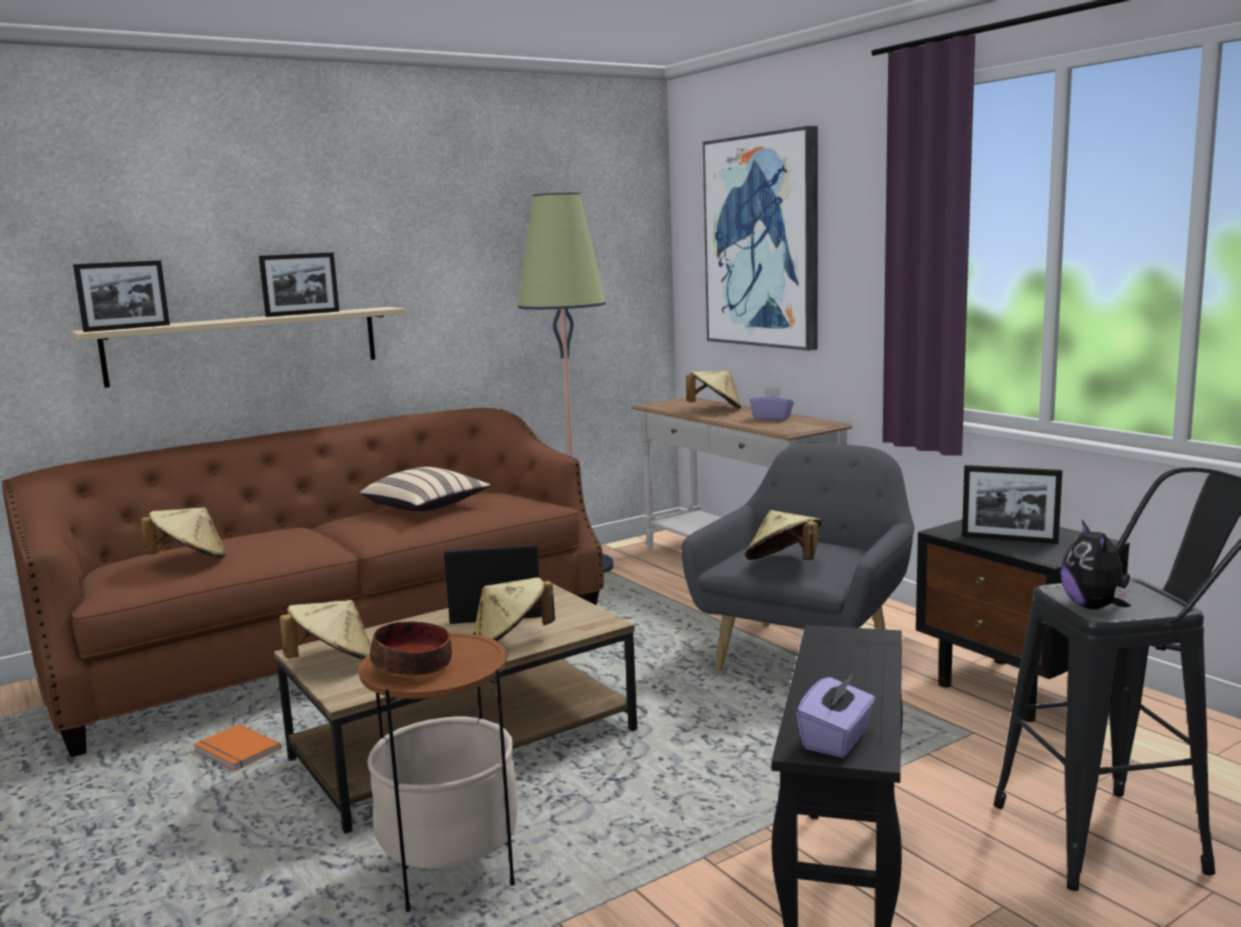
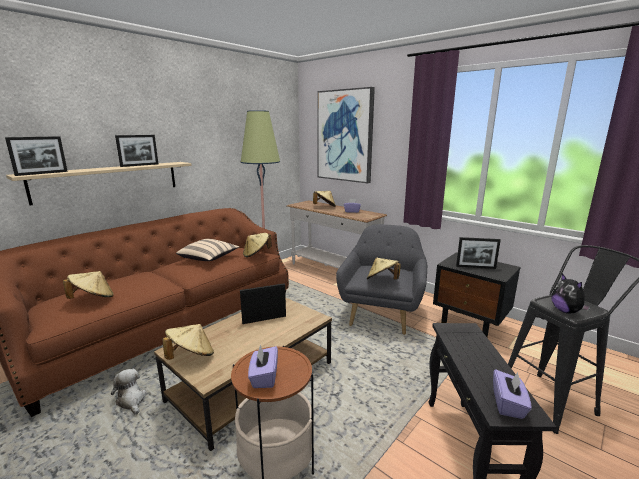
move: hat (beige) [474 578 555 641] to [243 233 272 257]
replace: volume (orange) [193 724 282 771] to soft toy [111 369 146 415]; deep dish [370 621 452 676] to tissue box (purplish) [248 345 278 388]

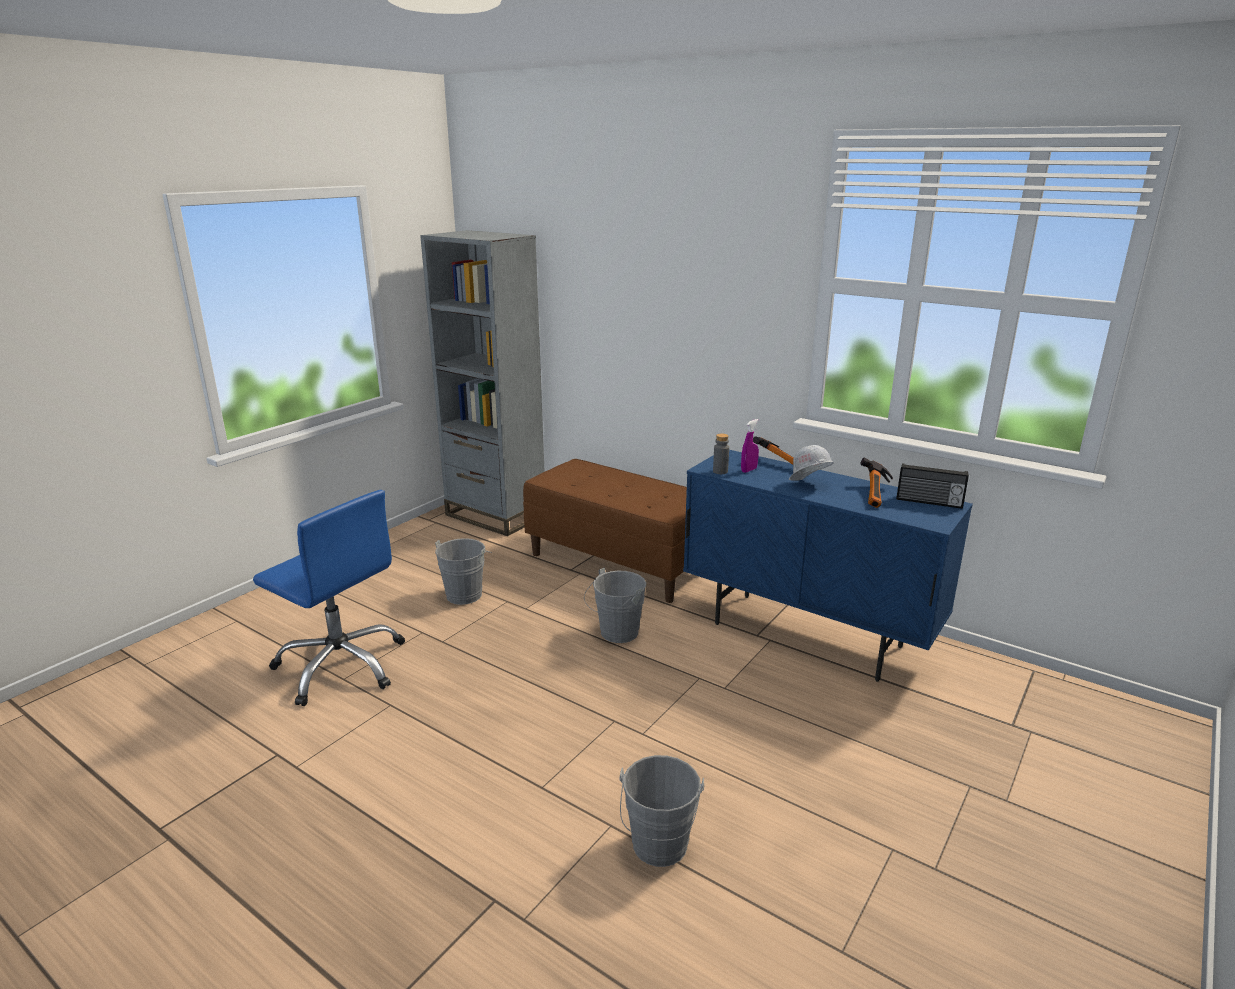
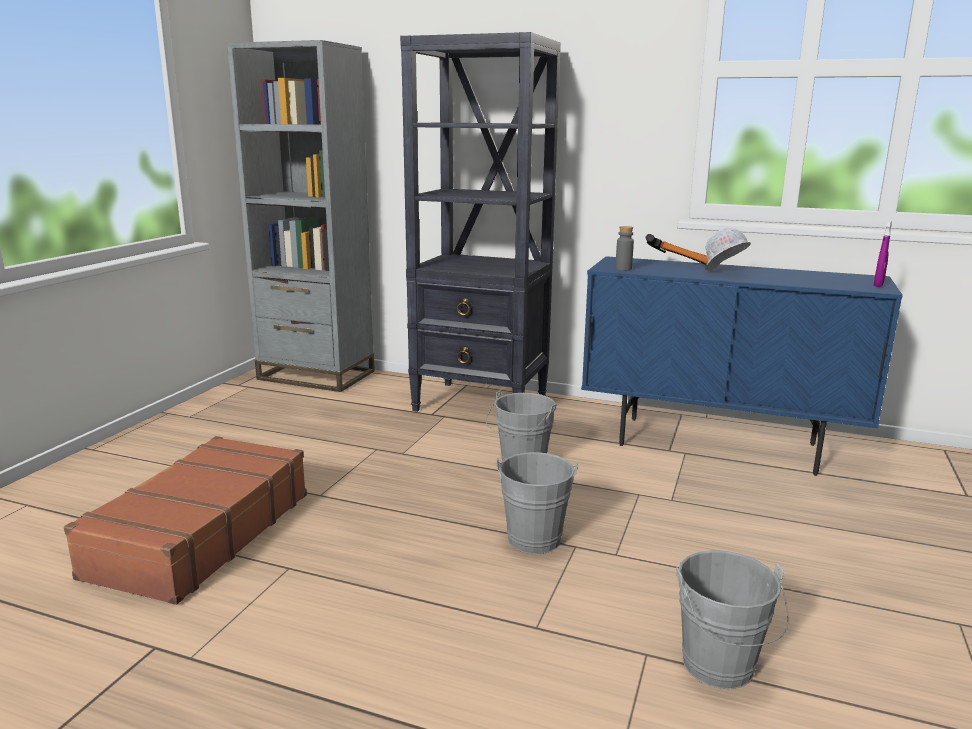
delete: tool hammer [860 458 893 508]; radio receiver [896 463 969 509]
move: water bucket (greyish) [435 538 492 605] to [496 452 578 554]; spray bottle (purplish) [741 419 759 473] to [874 221 892 287]
replace: office chair (blue) [253 490 405 706] to travel case (brownish) [64 436 307 605]; bench (brownish) [523 459 687 603] to bookshelf (blackish) [400 32 561 412]

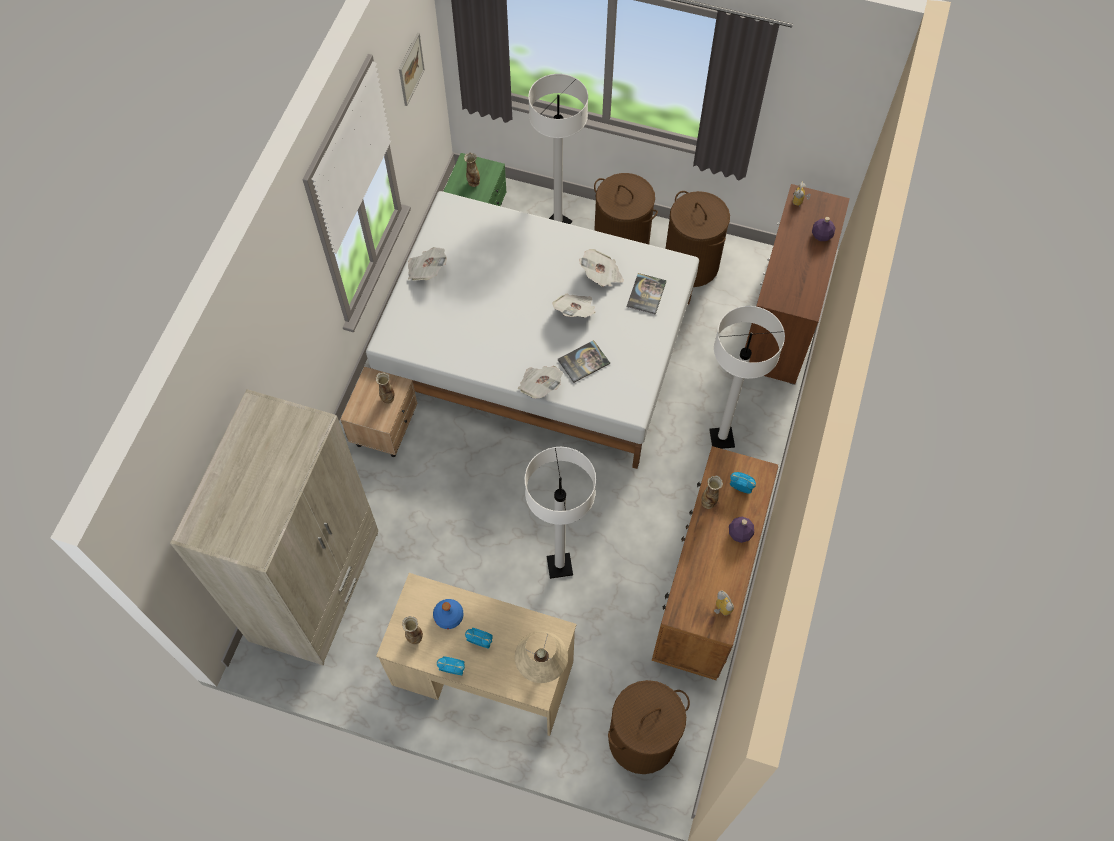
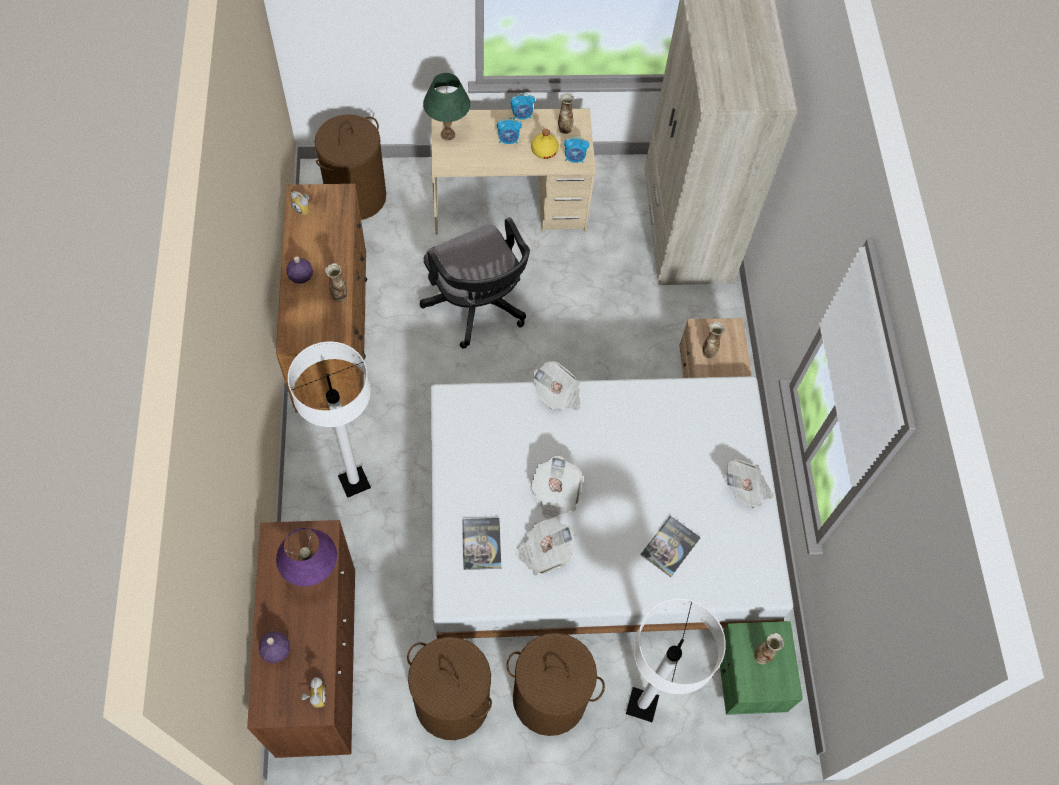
delete: wall picture [399 33 425 106]
insert: tabletop lamp (purplish) [276 528 337 586]
move: table clock [730 472 756 493] to [564 136 589 163]; volume [558 340 610 383] to [640 516 701 577]
replace: standing lamp (white) [525 447 596 579] to office chair (blackish) [419 217 530 349]
recolor: tabletop lamp (beige) [515 631 568 683] to tabletop lamp (greenish) [423 73 470 140]; bottle (blue) [433 599 463 629] to bottle (yellowish) [531 129 559 159]

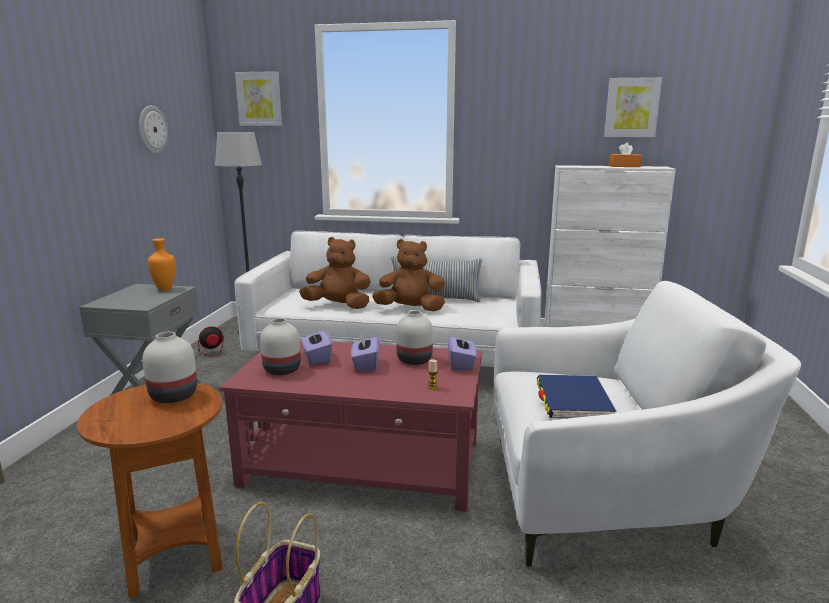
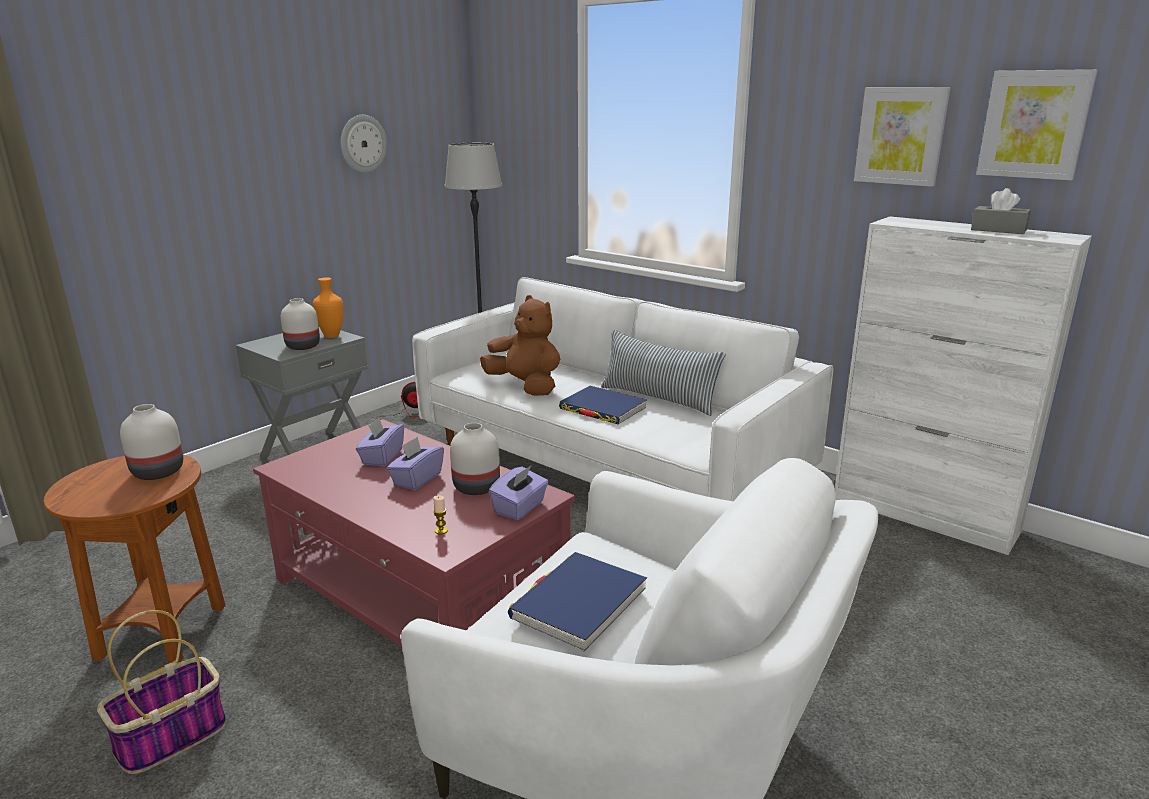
move: decorative vase (white) [260 318 301 375] to [281 298 320 350]; wall picture [235 71 282 126] to [854 87 951 187]
replace: soft toy (brownish) [372 239 445 311] to volume (blue) [559 386 647 424]
recolor: tissue box (orange) [609 143 642 167] to tissue box (greyish) [971 188 1031 234]

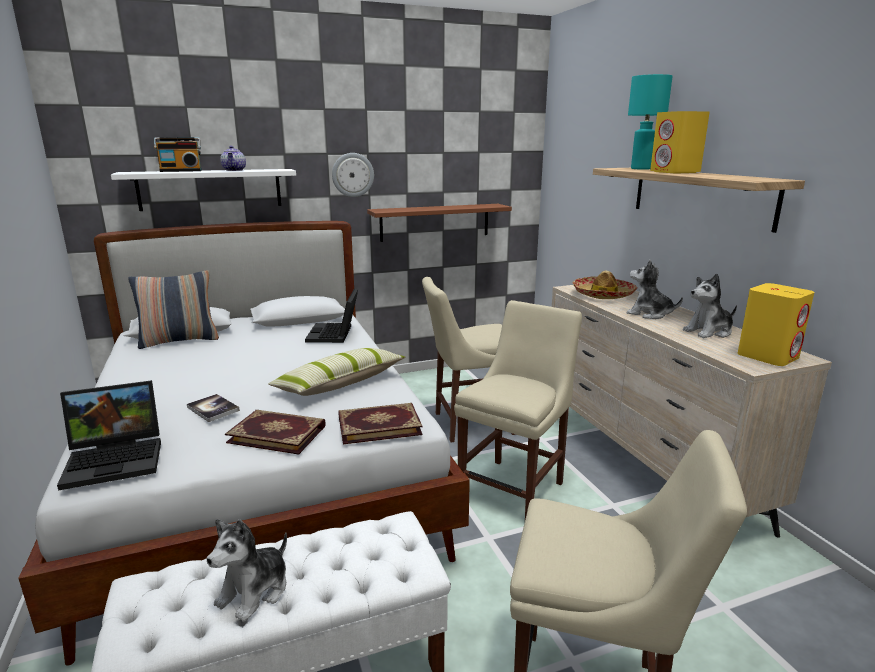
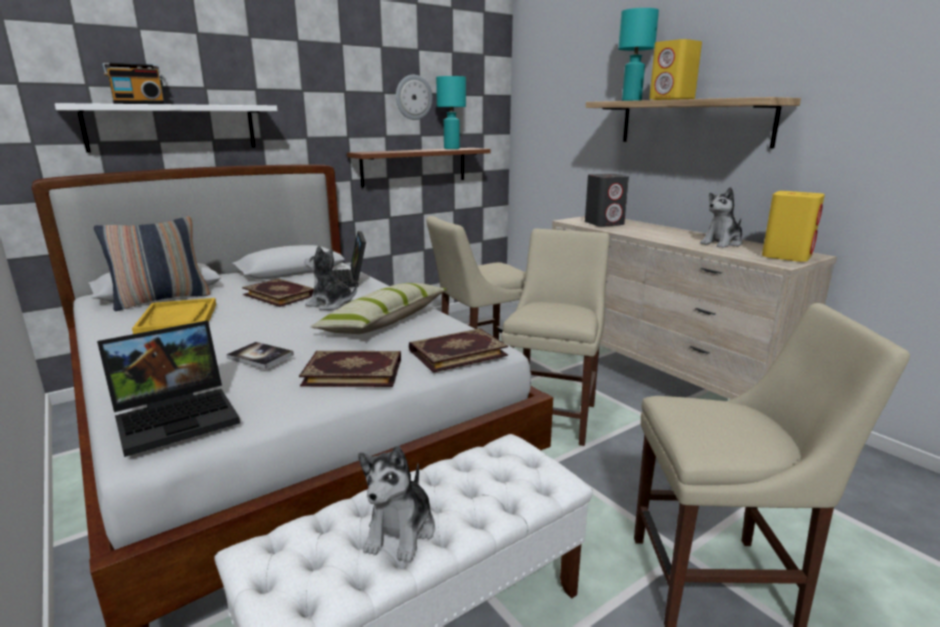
delete: teapot [220 146 246 171]
insert: serving tray (yellowish) [132 298 216 334]; volume [242 278 314 307]; tabletop lamp (blue-green) [436 76 466 149]
move: soft toy [627 260 683 319] to [304 245 357 310]; hanging clock [332 153 374 197] to [396 75 433 120]
replace: hat [573 271 638 299] to audio speaker (greyish) [585 174 629 227]

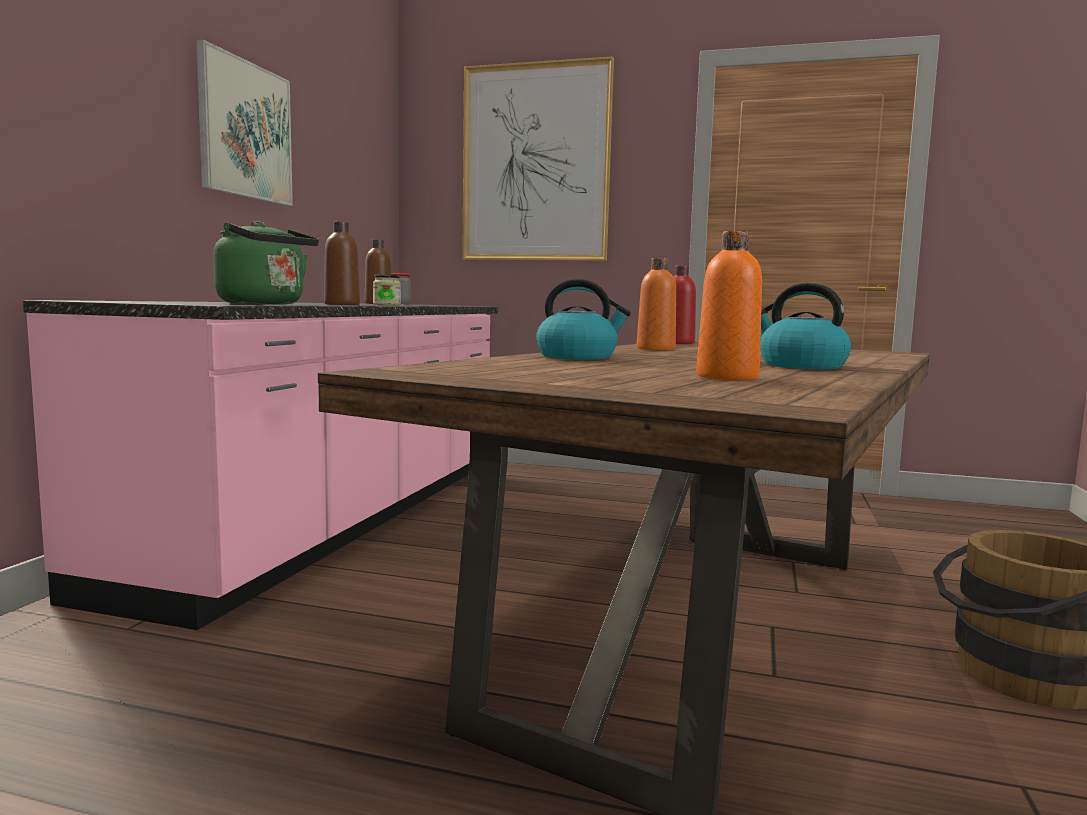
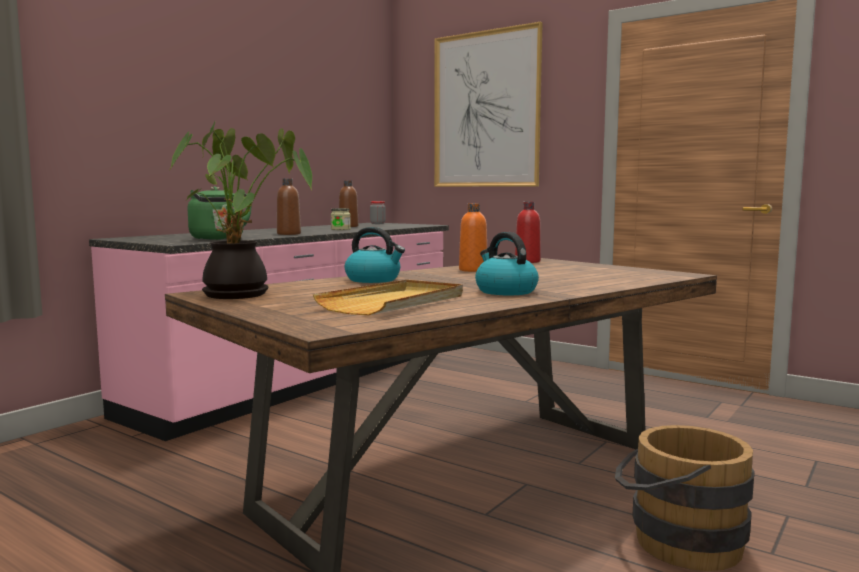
delete: wall picture [196 39 293 206]
insert: potted plant [169 121 312 299]
replace: bottle (orange) [696 231 762 380] to serving tray (beige) [313 280 463 315]

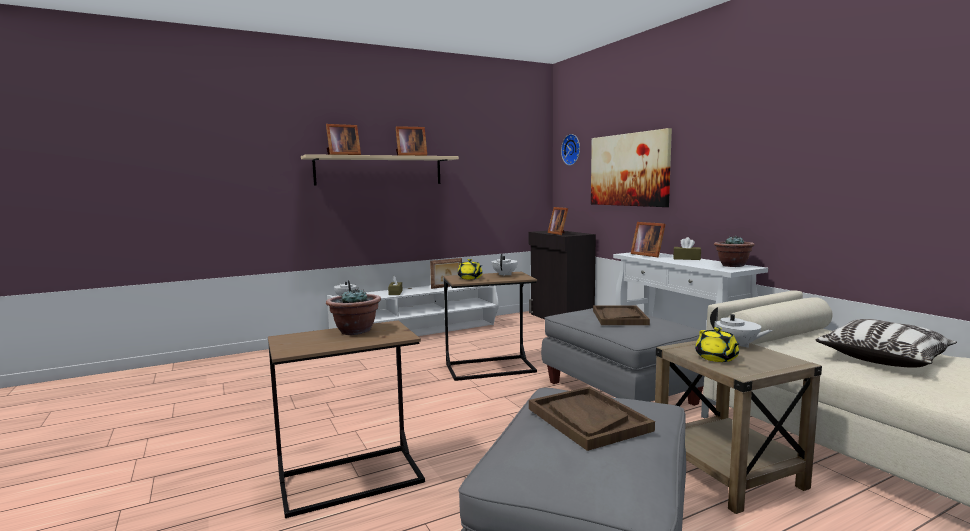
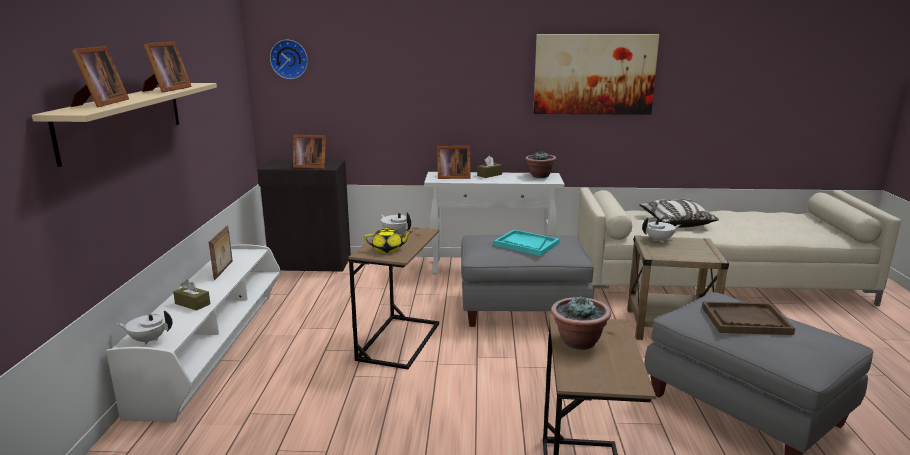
delete: teapot (yellowish) [695 327 739 362]
move: wall picture [591 128 672 207] to [533 34 659 115]
recolor: serving tray (brownish) [593 306 650 325] to serving tray (blue-green) [494 230 560 256]

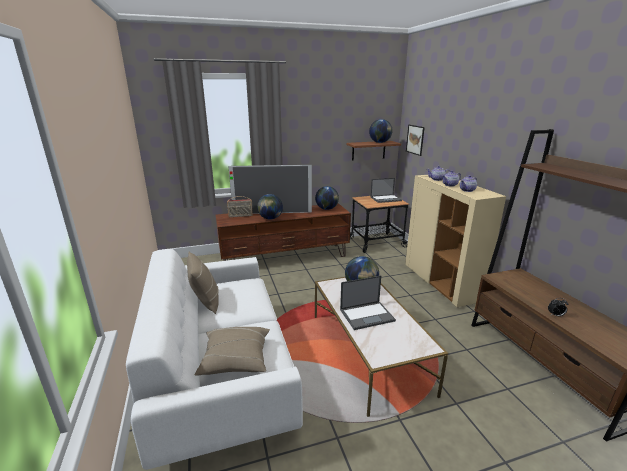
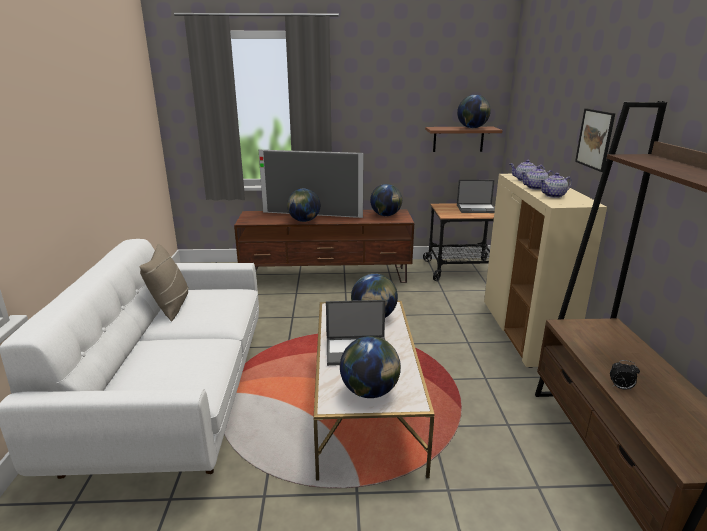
delete: cushion (beige) [195 327 270 376]; radio receiver [227 196 253 217]
insert: desk globe [340 336 401 398]
move: wall picture [406 125 425 156] to [575 109 615 172]

